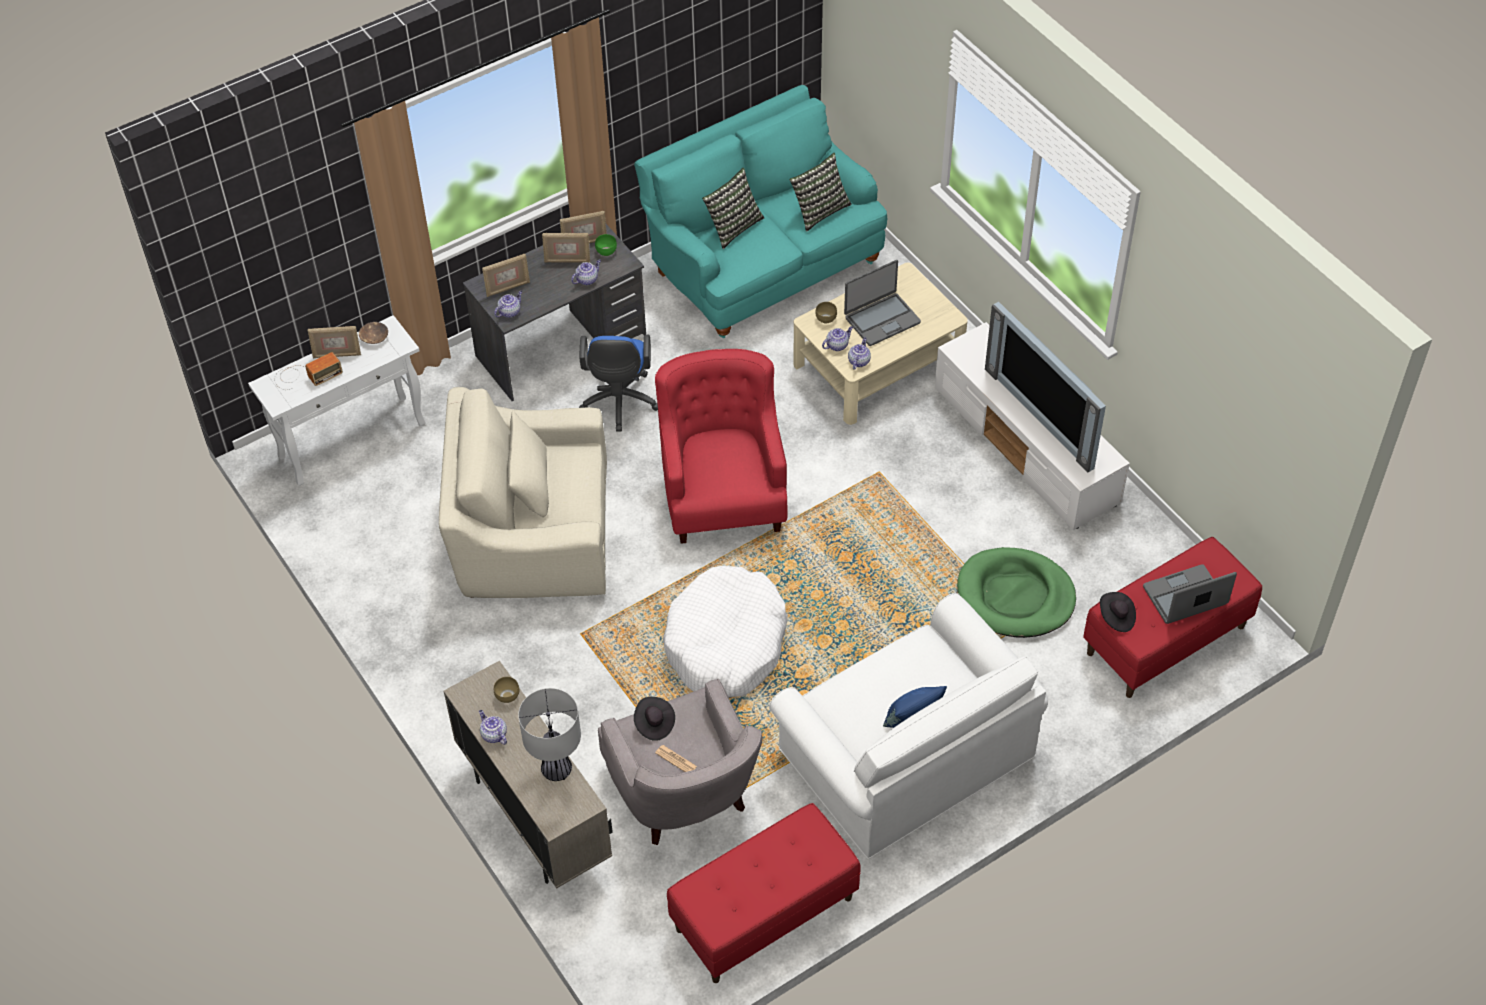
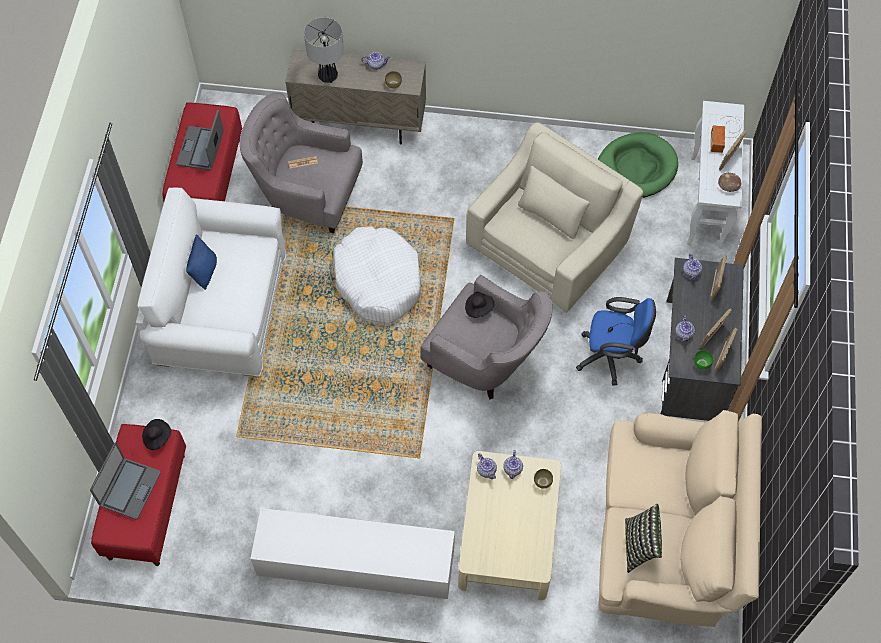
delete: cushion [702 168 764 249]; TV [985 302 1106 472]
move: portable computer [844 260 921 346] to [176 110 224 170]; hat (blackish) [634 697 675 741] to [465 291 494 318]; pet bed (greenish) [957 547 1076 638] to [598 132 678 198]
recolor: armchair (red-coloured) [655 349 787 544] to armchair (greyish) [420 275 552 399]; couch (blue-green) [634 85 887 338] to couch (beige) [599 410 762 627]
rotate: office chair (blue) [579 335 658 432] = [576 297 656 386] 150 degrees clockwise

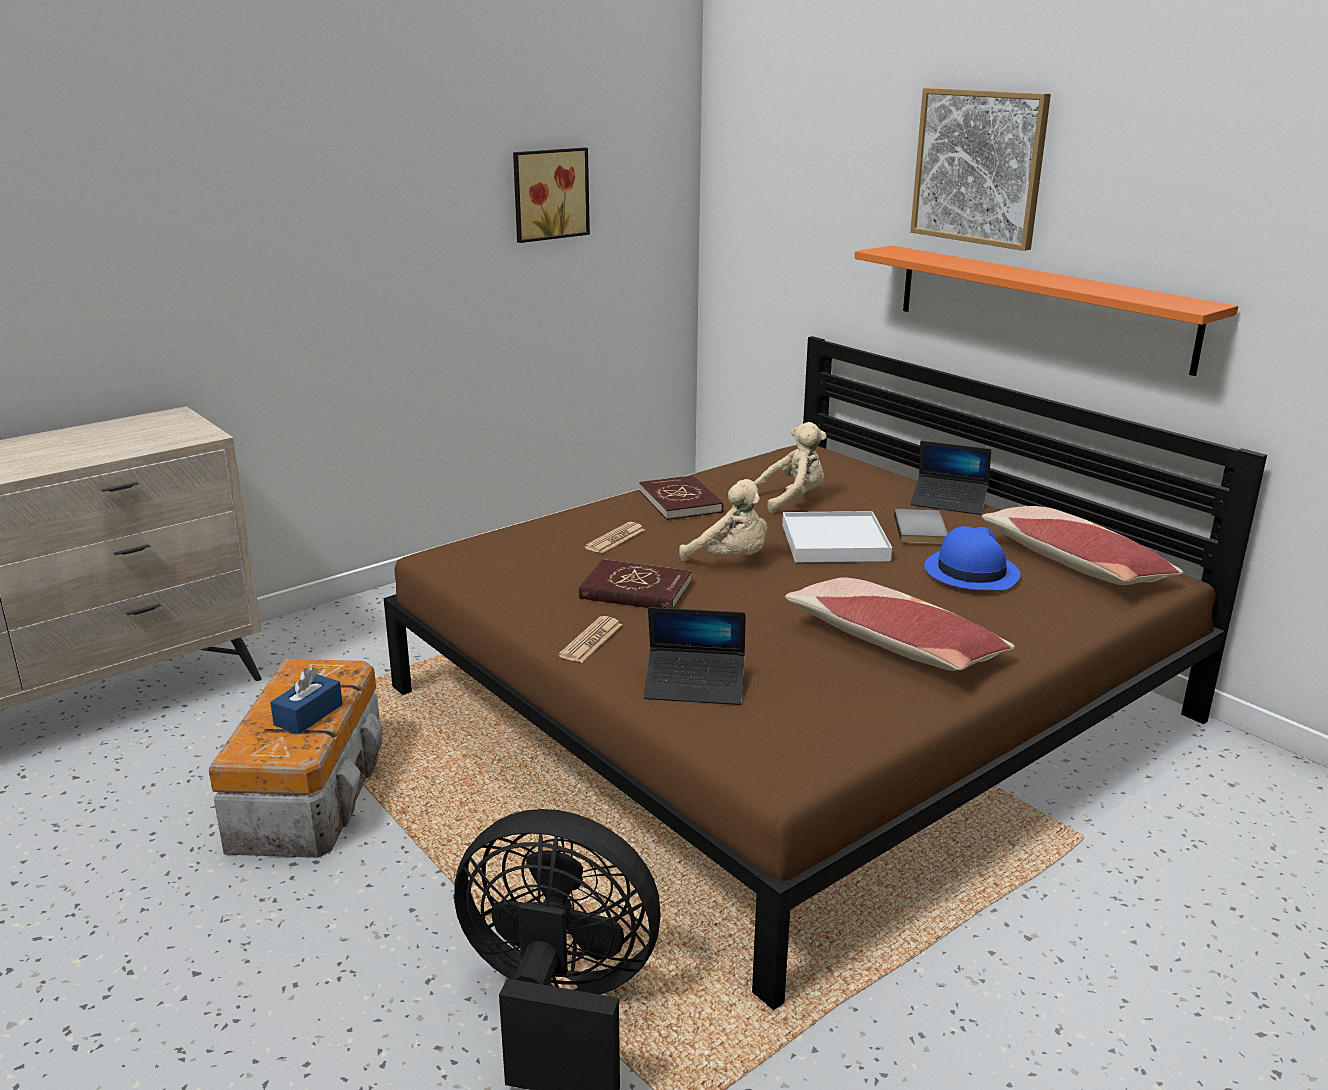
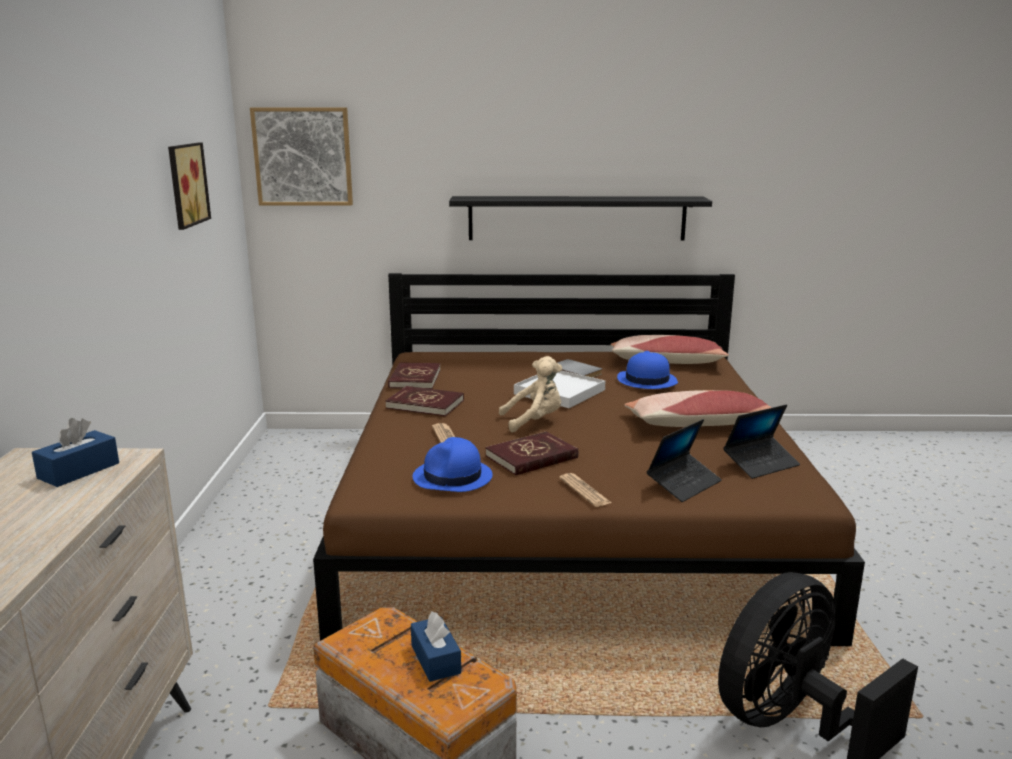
delete: soft toy (beige) [754 422 827 514]
insert: tissue box (blue) [32 418 119 487]; volume (red-coloured) [388 362 440 389]; hat (blue) [413 437 493 492]
move: wall picture [910 88 1051 251] to [250 108 353 206]; portable computer [911 441 991 515] to [723 404 800 479]
recolor: bracket shelf (orange) [854 245 1238 376] to bracket shelf (blackish) [449 196 712 241]

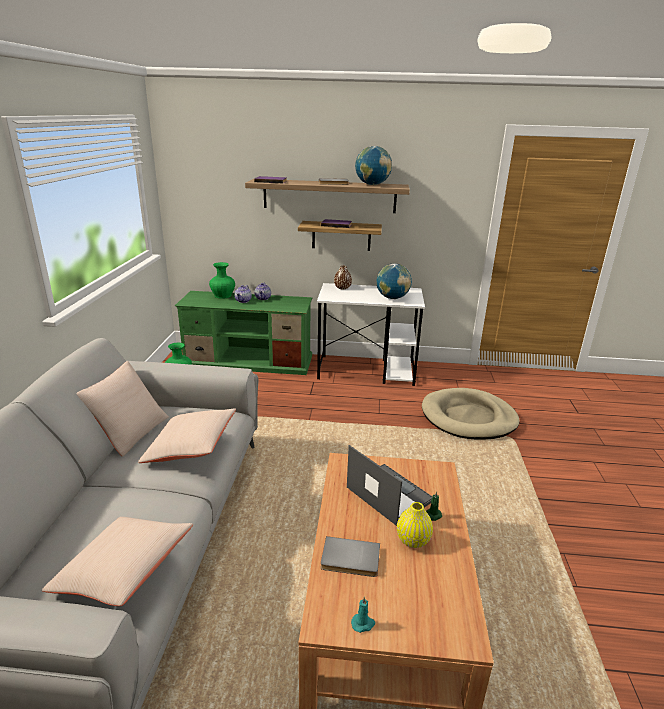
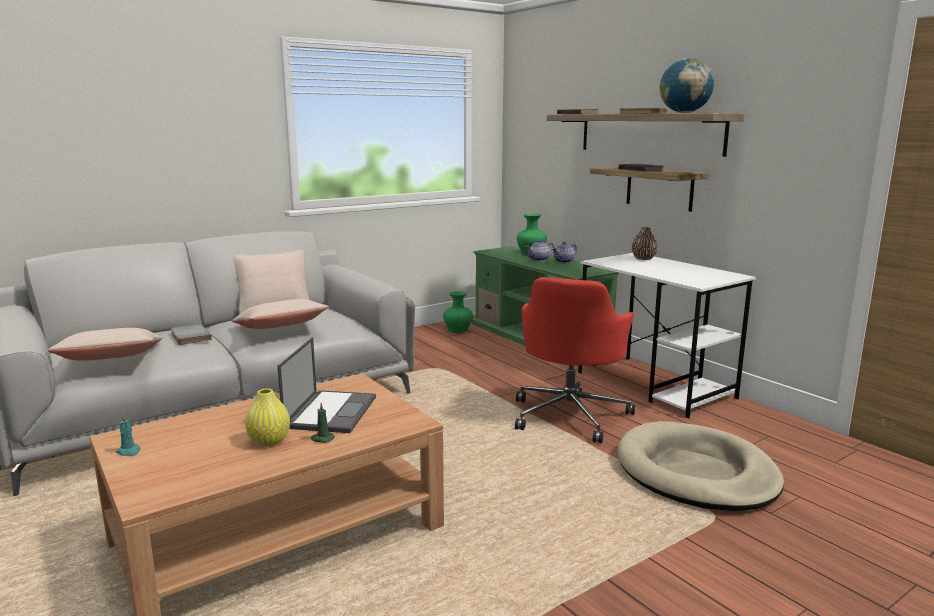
delete: desk globe [376 264 412 299]
insert: office chair (red-coloured) [515 277 635 443]
move: volume (greyish) [321 536 380 577] to [171 323 212 345]

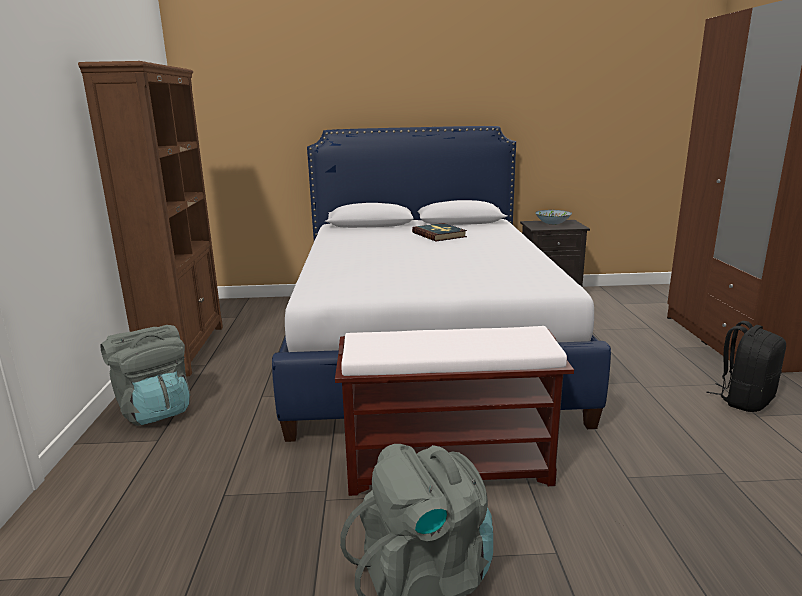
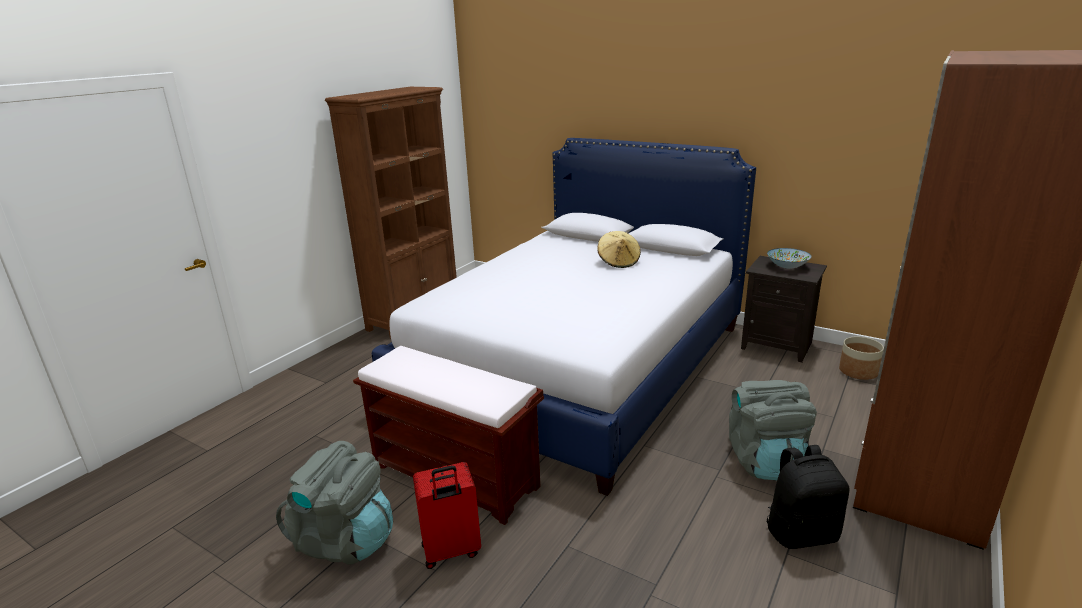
insert: travel case (red-coloured) [413 462 481 569]; plant pot [839 337 884 380]
move: backpack (greyish) [100 325 191 426] to [729 380 817 480]
replace: volume [412 223 467 241] to hat (beige) [597 231 641 268]

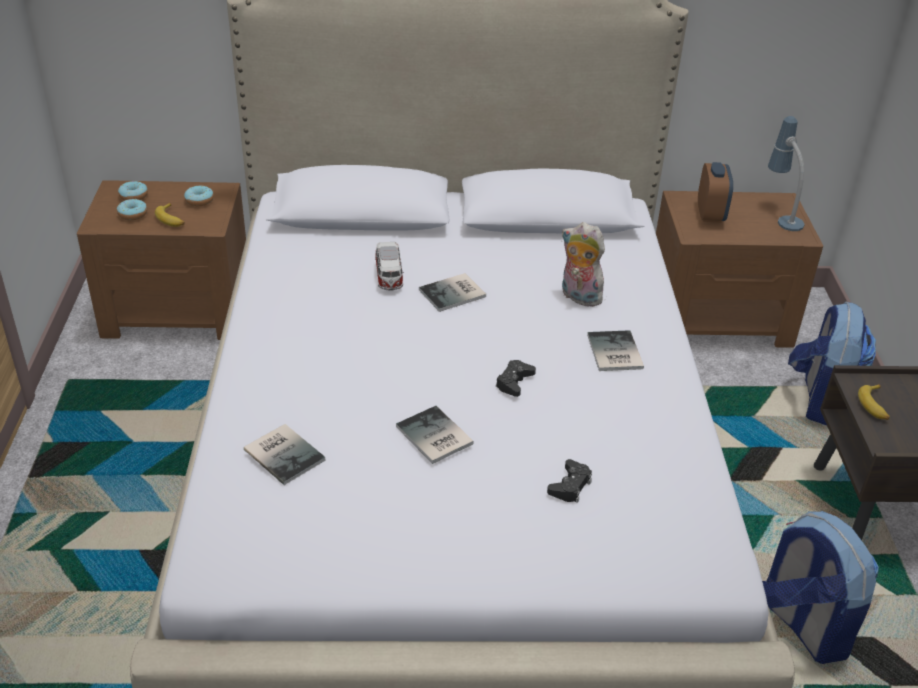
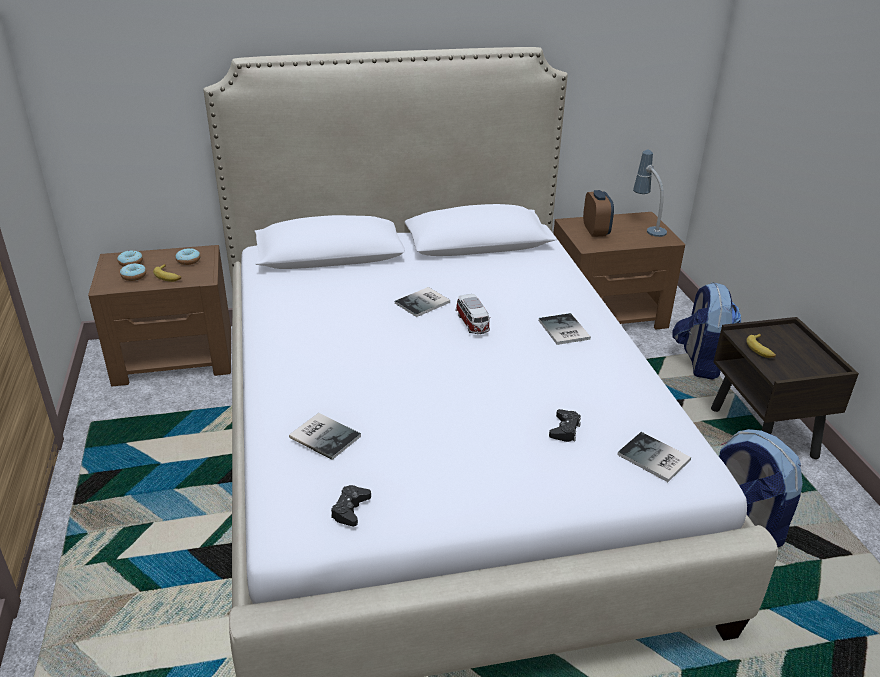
delete: soft toy [561 222 608 307]
move: game controller (blackish) [496 360 536 397] to [331 485 371 526]; toy car [375 242 404 291] to [455 294 490 334]; volume [396 406 474 464] to [617 432 691 482]

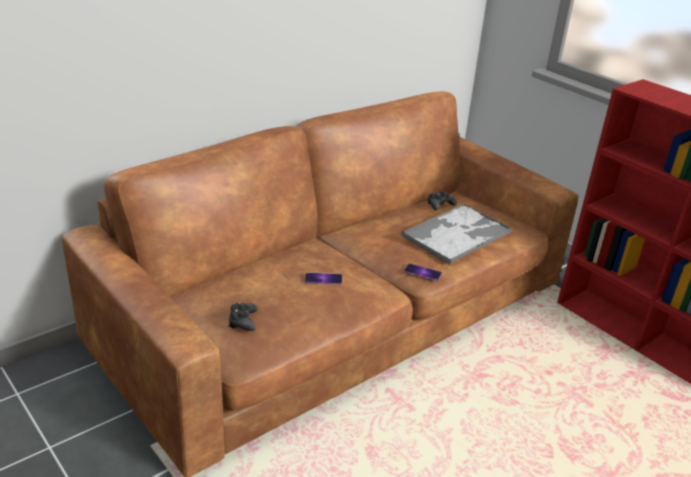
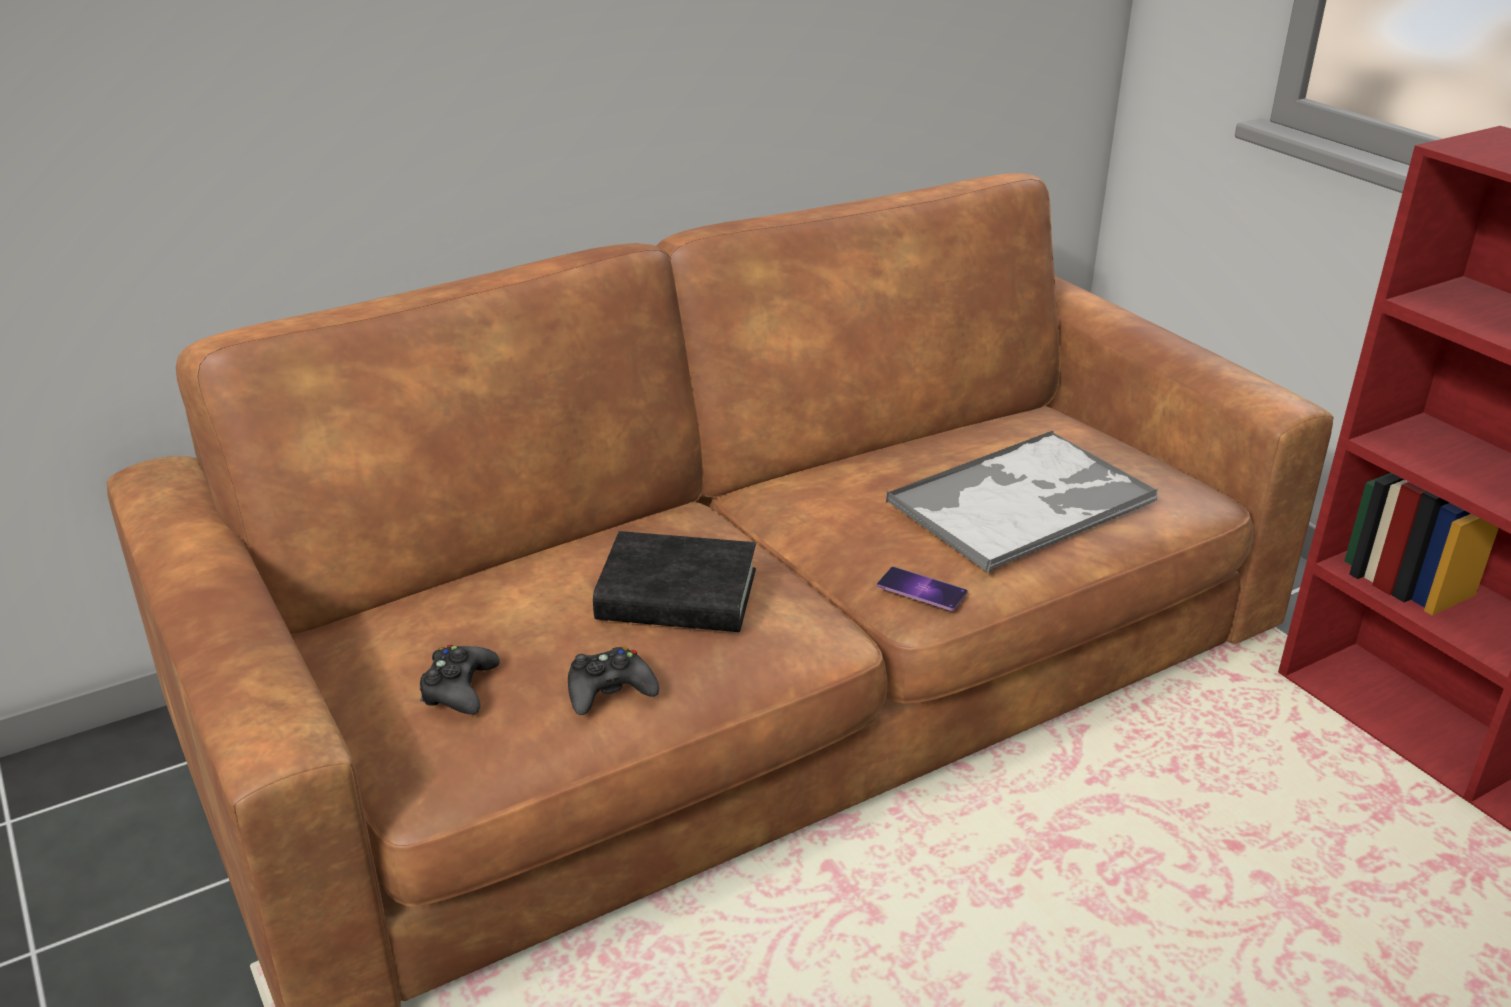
move: game controller (blackish) [428 191 457 210] to [568 646 659 715]
replace: handset [305 273 342 285] to volume (blackish) [593 531 756 632]

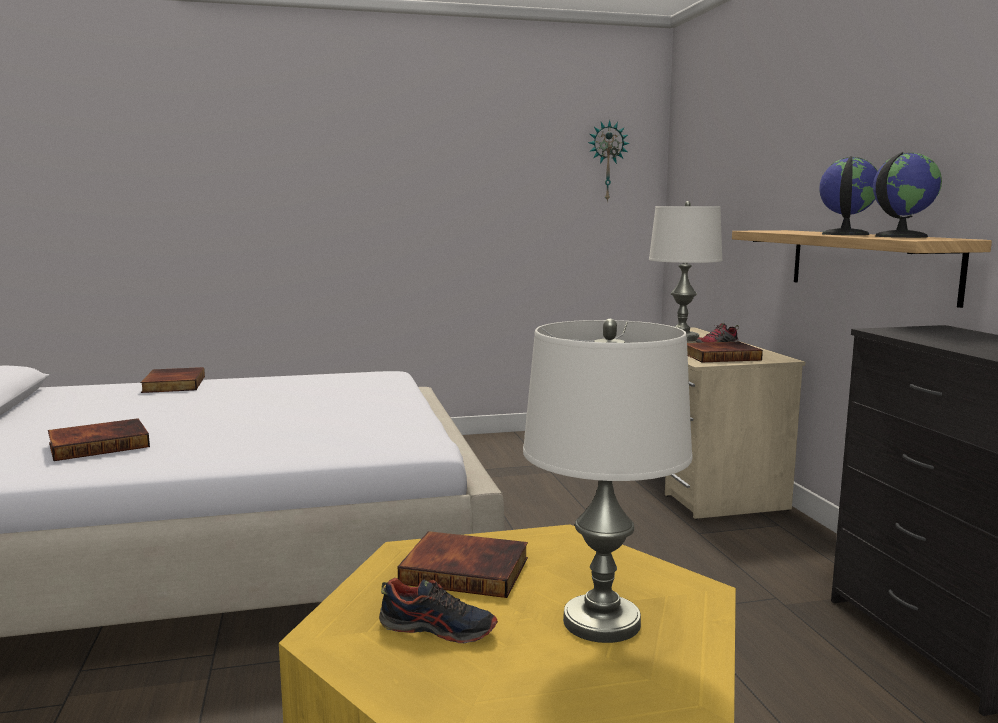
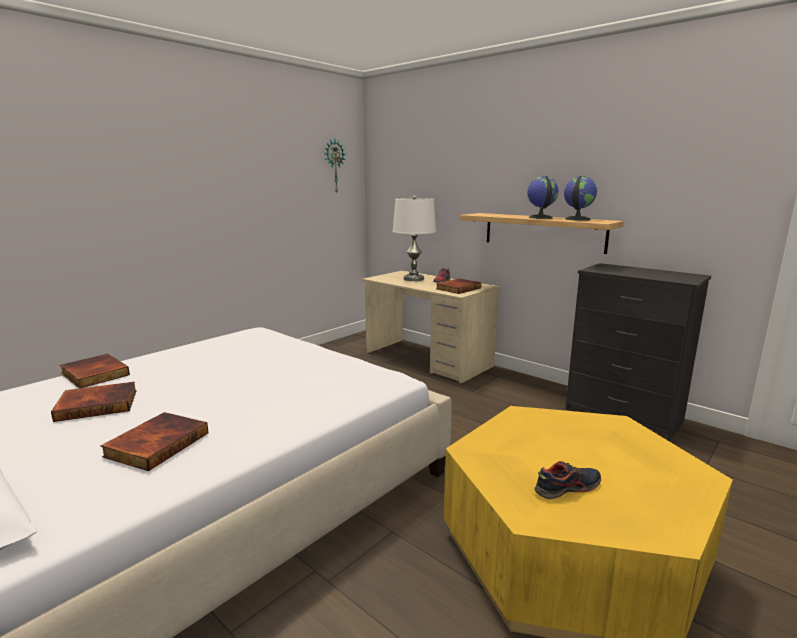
delete: tabletop lamp (white) [523 319 693 643]
move: volume [398 531 528 598] to [51 382 137 422]

